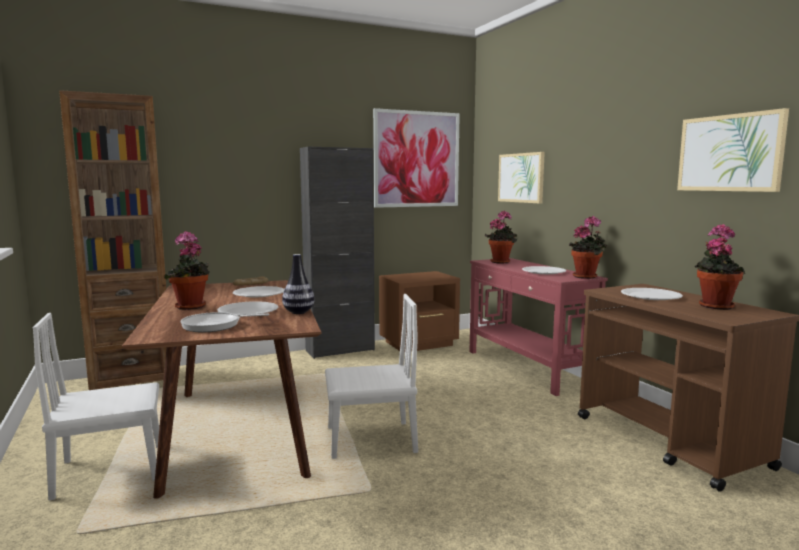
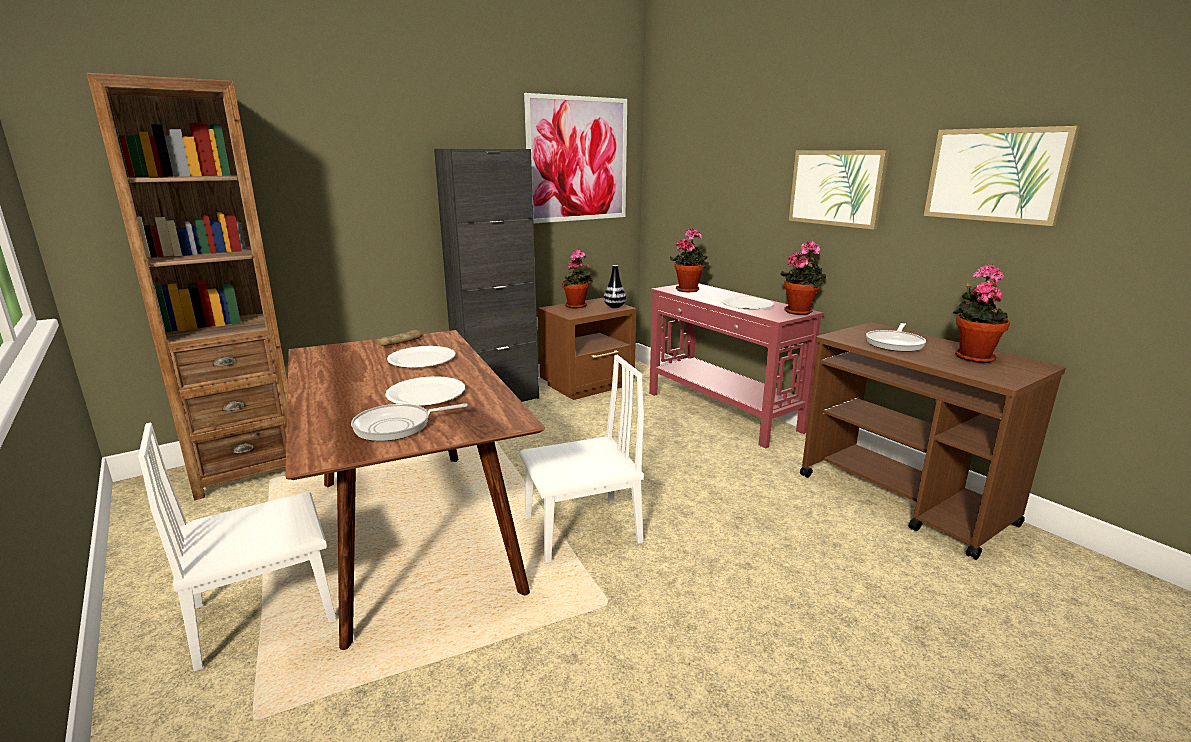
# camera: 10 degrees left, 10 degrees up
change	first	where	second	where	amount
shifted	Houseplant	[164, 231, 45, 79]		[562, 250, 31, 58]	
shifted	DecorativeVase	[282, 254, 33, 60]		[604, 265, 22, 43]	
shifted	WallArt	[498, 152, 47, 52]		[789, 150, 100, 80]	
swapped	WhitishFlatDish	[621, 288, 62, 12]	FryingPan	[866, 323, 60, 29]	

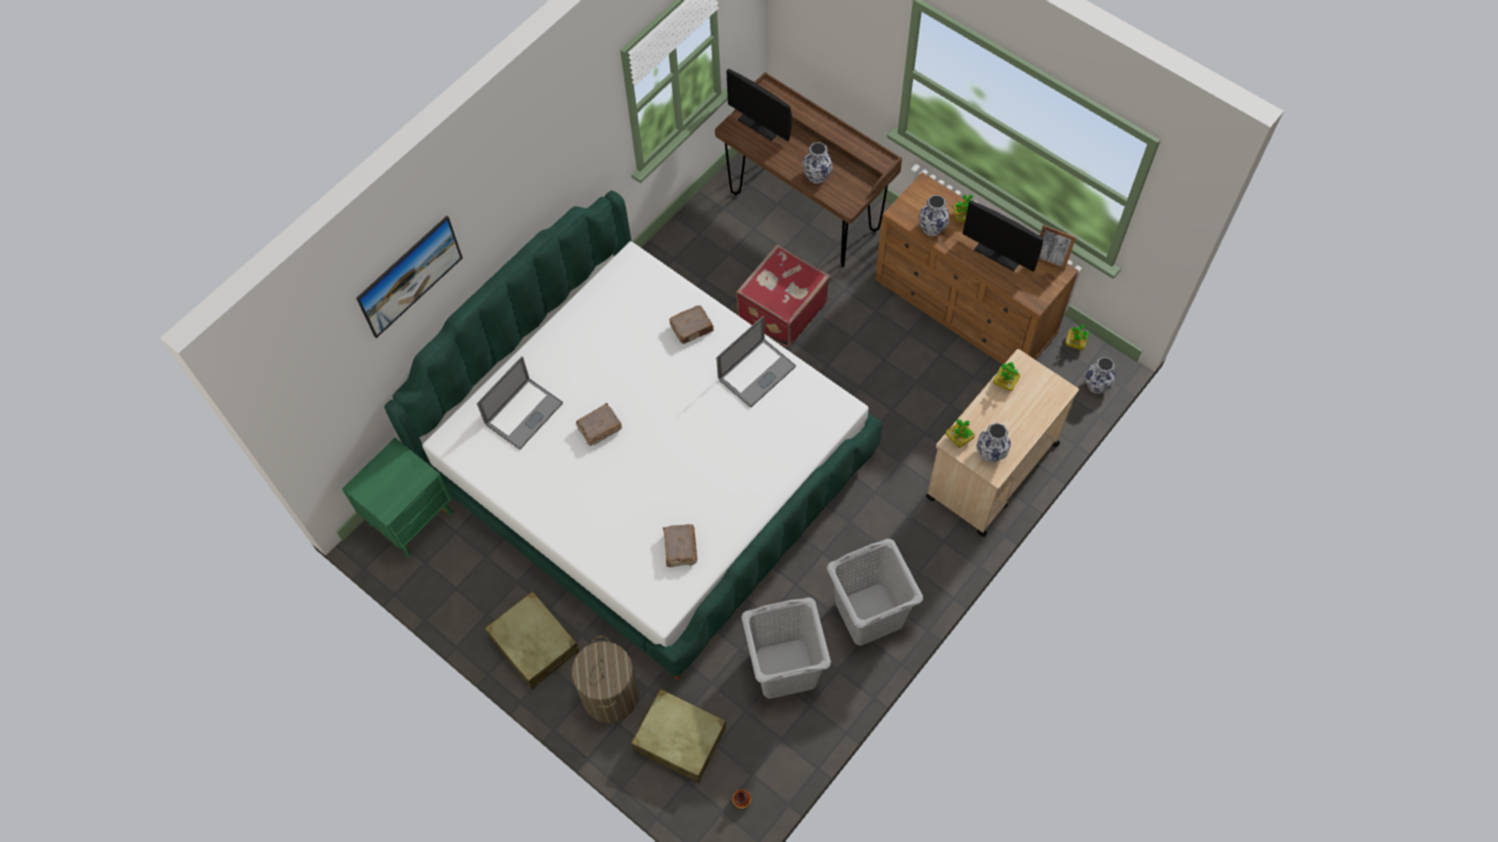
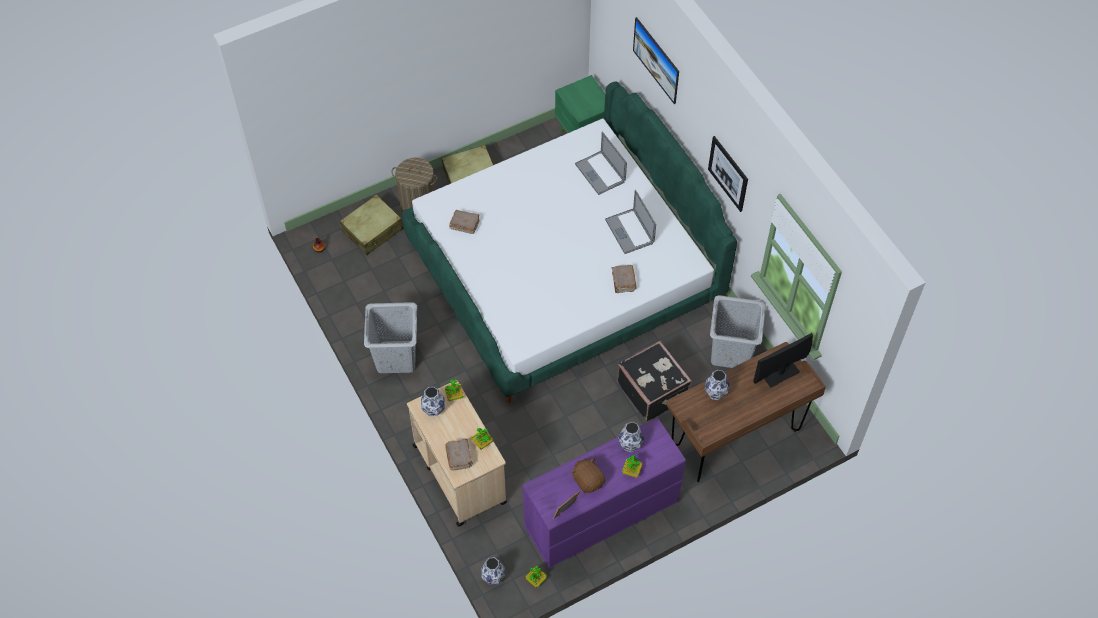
# camera: 110 degrees right, 5 degrees down
change	first	where	second	where	amount
new			WallArt	[708, 136, 40, 76]	
shifted	BrownVolume	[576, 403, 46, 43]		[445, 439, 28, 32]	
shifted	PortableComputer	[716, 316, 80, 92]		[605, 190, 51, 64]	
shifted	GreyishWashingBasket	[742, 597, 89, 102]		[710, 295, 56, 73]	
swapped	Monitor	[963, 200, 80, 72]	BrownCuddlyToy	[571, 458, 34, 35]	
repainted	RedColouredPieceOfLuggage	[736, 244, 94, 104]	BlackColouredPieceOfLuggage	[617, 341, 75, 81]	
repainted	BrownChestOfDrawers	[875, 173, 204, 191]	PurplishChestOfDrawers	[523, 417, 163, 151]	

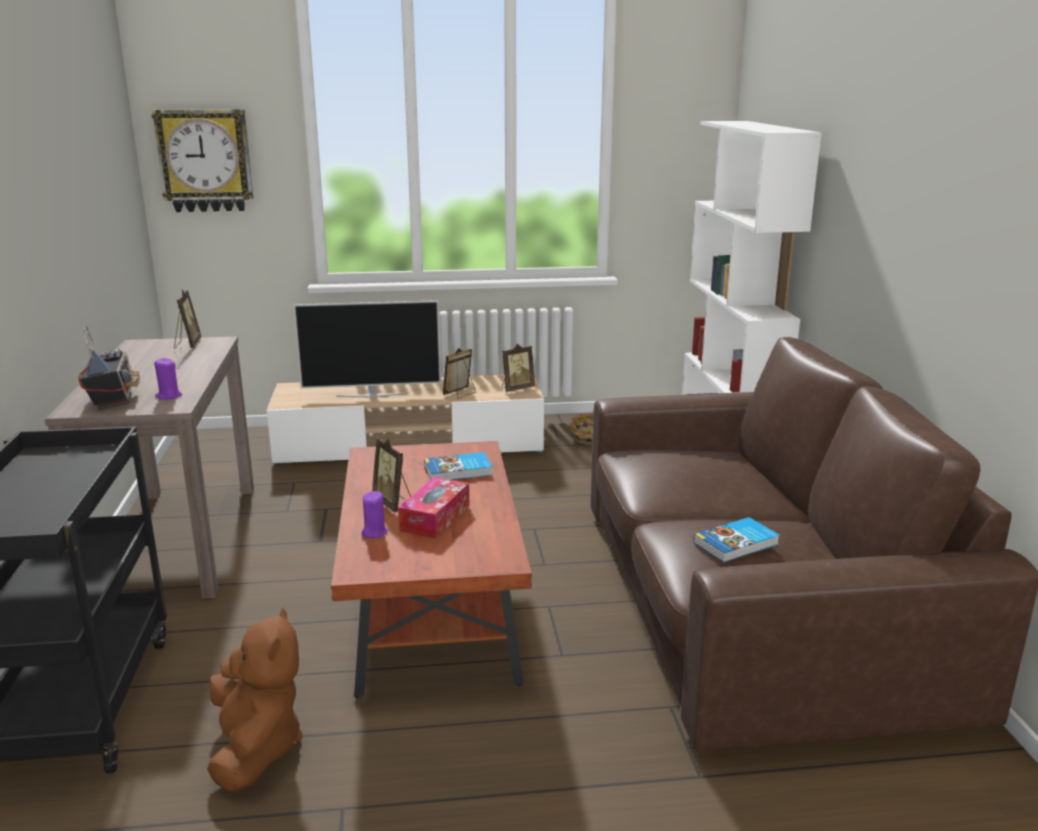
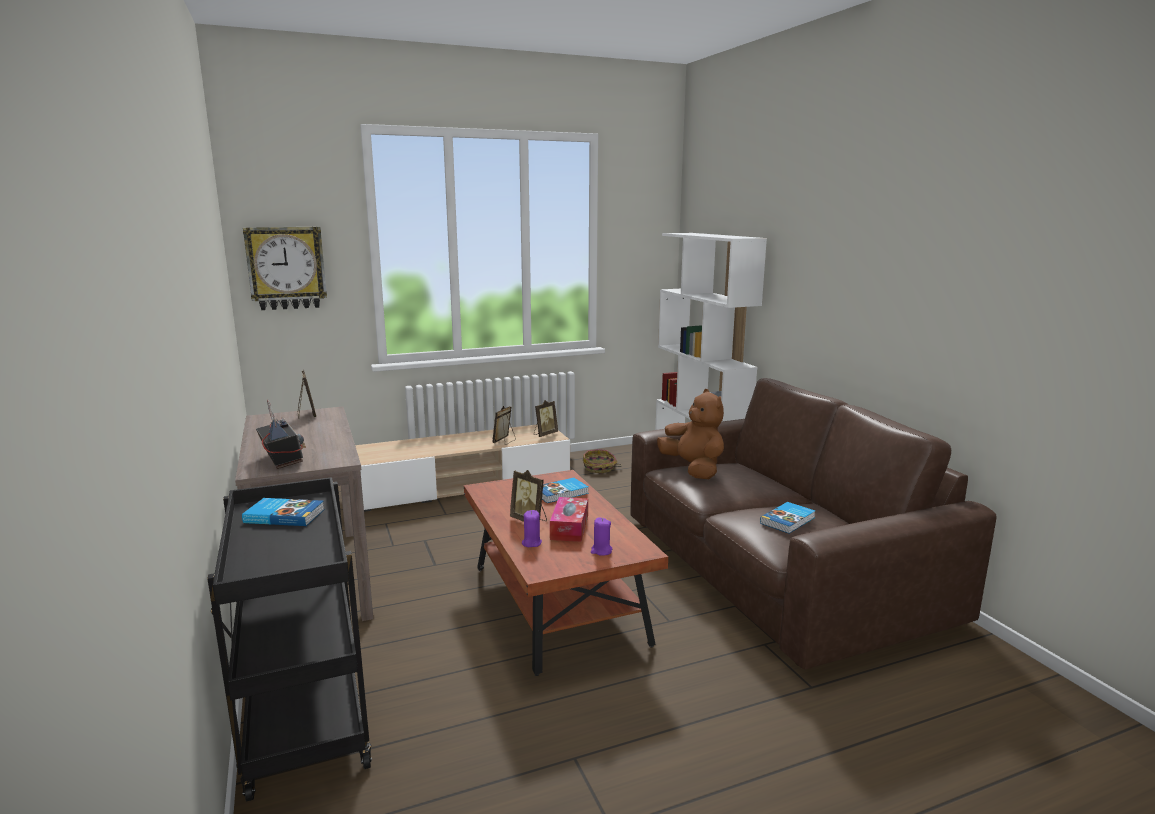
# camera: 15 degrees left, 5 degrees down
change	first	where	second	where	amount
gone	Television	[293, 300, 148, 97]			
new			Volume	[242, 498, 82, 28]	
shifted	PurplishWaxLight	[154, 358, 28, 42]		[591, 517, 21, 39]	
shifted	BrownCuddlyToy	[207, 607, 96, 185]		[657, 389, 67, 90]	

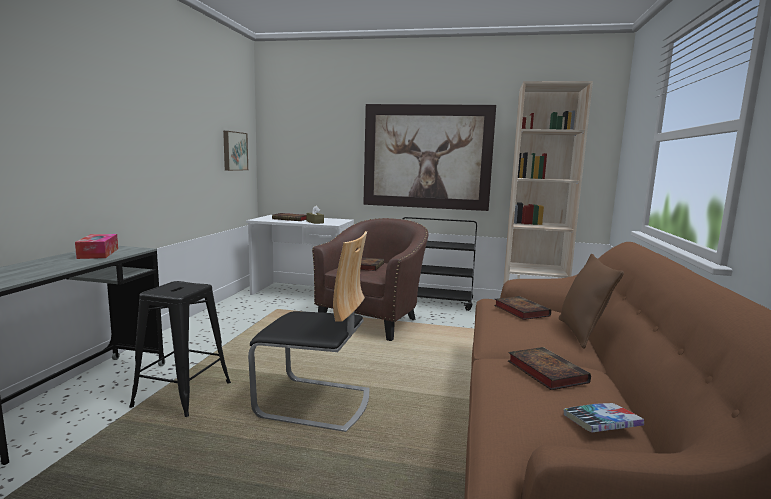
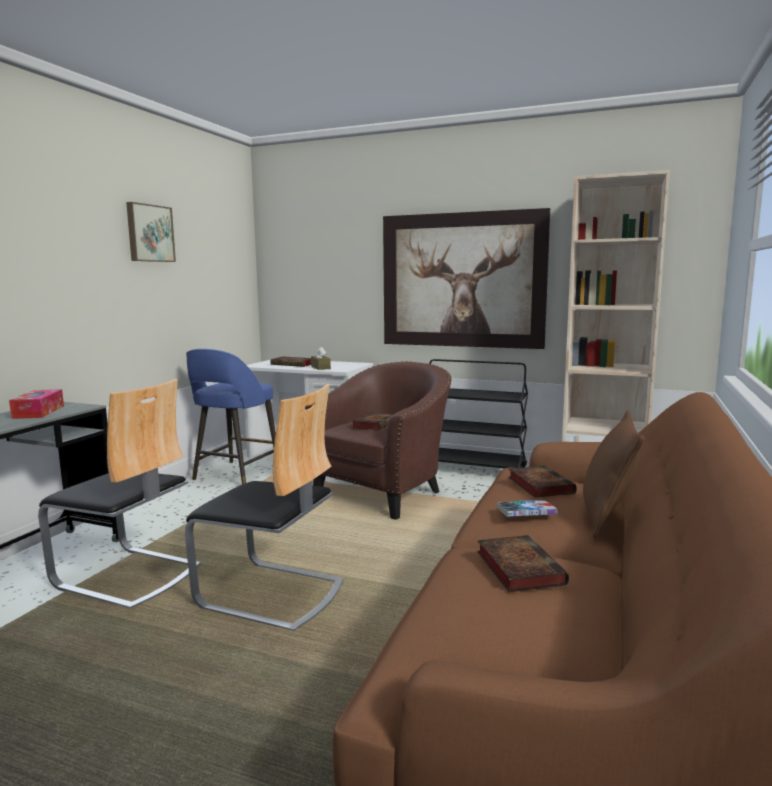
# camera: 10 degrees right, 0 degrees up
change	first	where	second	where	amount
new			BlueColouredStool	[186, 349, 90, 135]	
shifted	WallArt	[223, 131, 25, 40]		[126, 202, 50, 60]	
shifted	Volume	[564, 403, 80, 29]		[497, 500, 60, 17]	
swapped	BlackColouredStool	[129, 281, 102, 136]	Chair	[38, 379, 163, 229]	

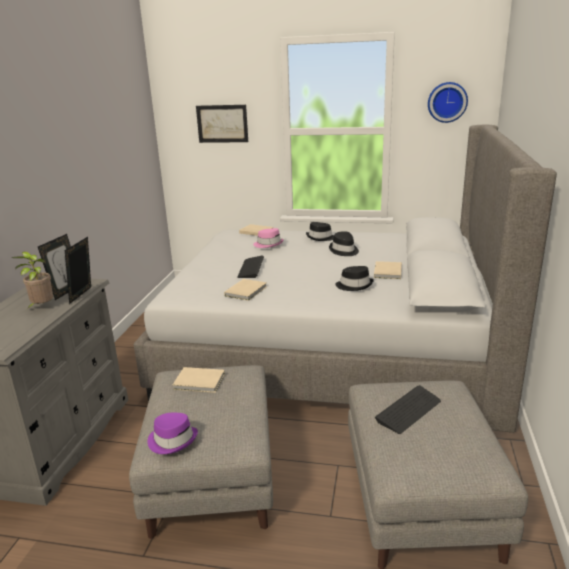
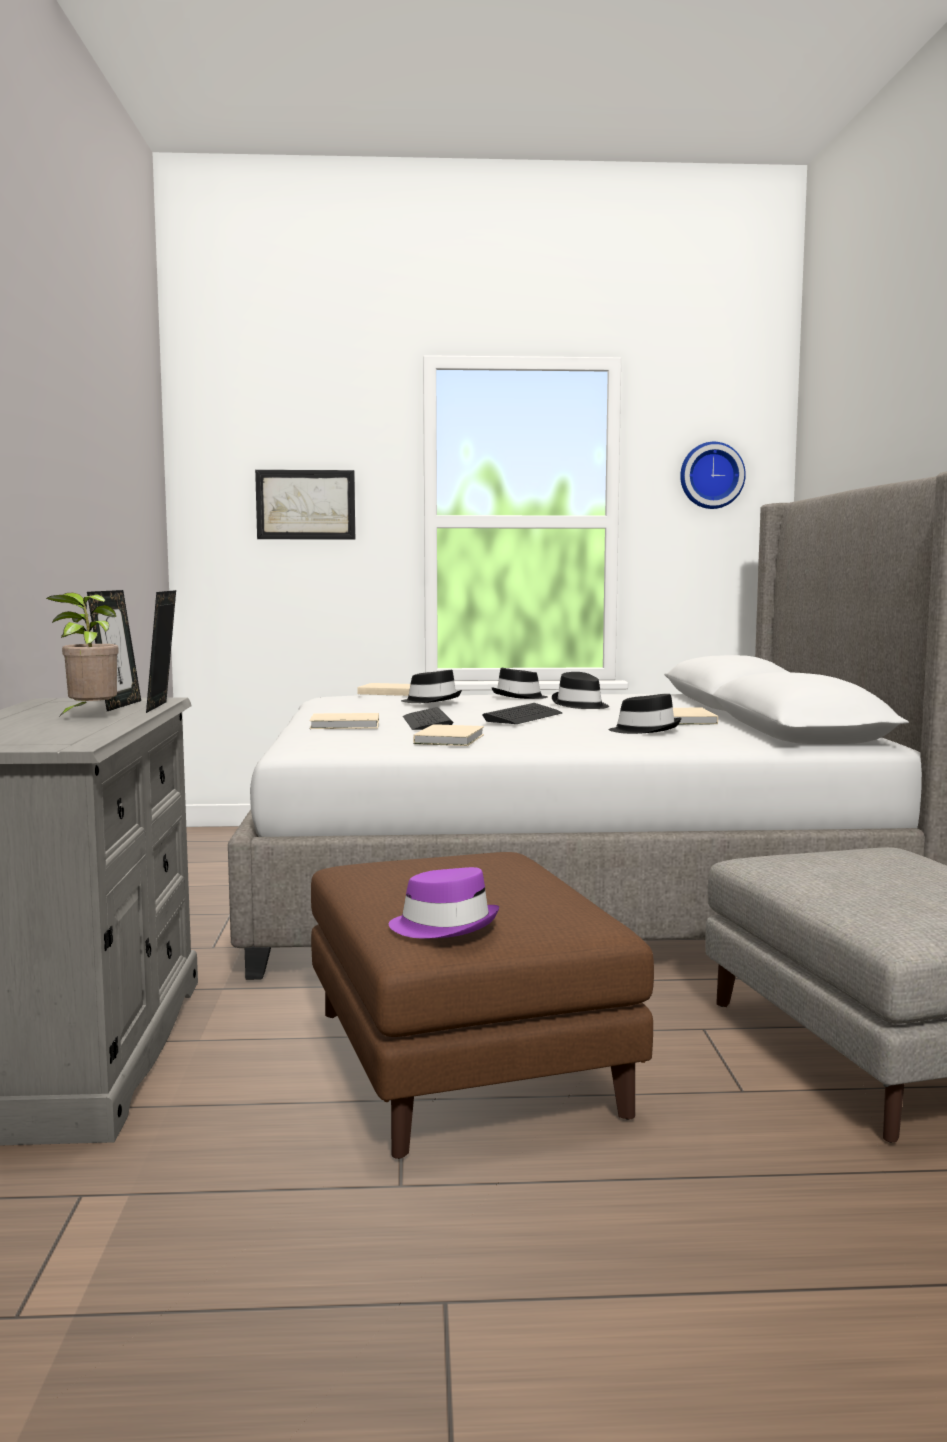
# camera: 15 degrees left, 15 degrees down
change	first	where	second	where	amount
shifted	BeigeVolume	[173, 367, 52, 26]		[310, 713, 69, 16]	
shifted	ComputerKeyboard	[375, 385, 66, 49]		[482, 703, 80, 21]	
repainted	GreyishPouffe	[129, 365, 144, 174]	BrownPouffe	[311, 852, 343, 307]	
repainted	PinkishHat	[253, 228, 31, 20]	BlackColouredHat	[401, 670, 61, 33]	

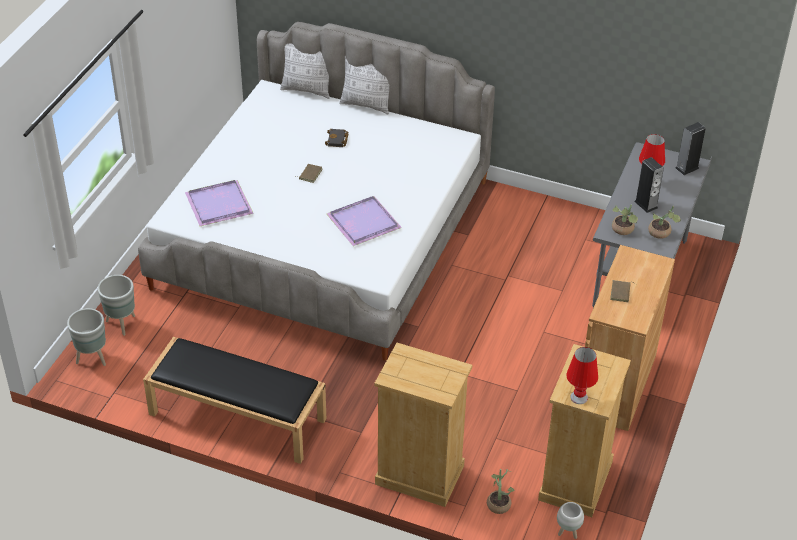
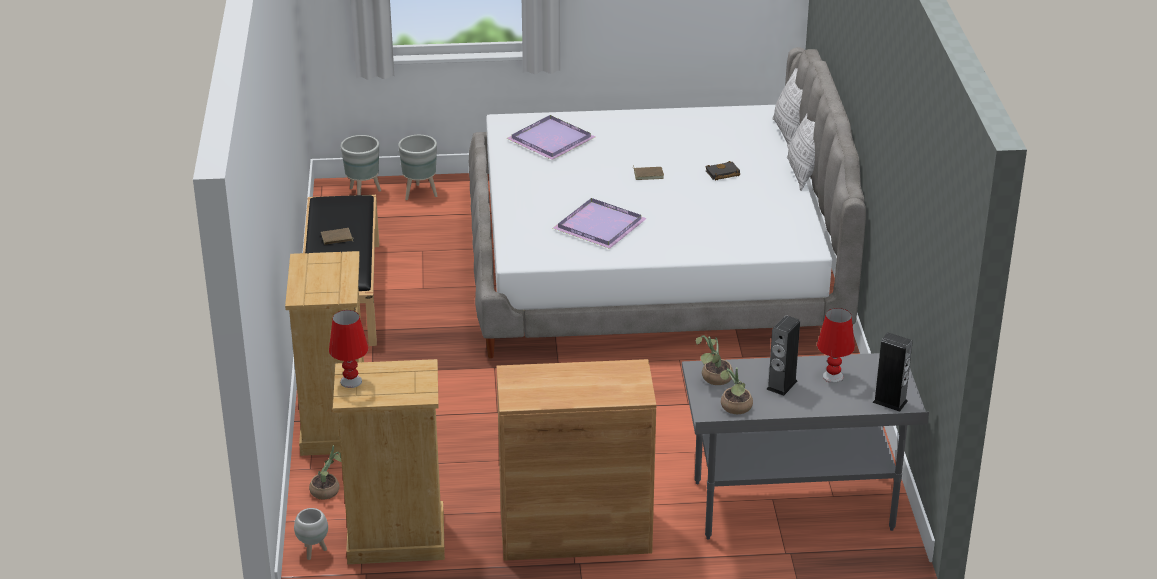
# camera: 65 degrees right, 10 degrees down
change	first	where	second	where	amount
shifted	BrownVolume	[610, 280, 26, 22]		[321, 228, 32, 17]	

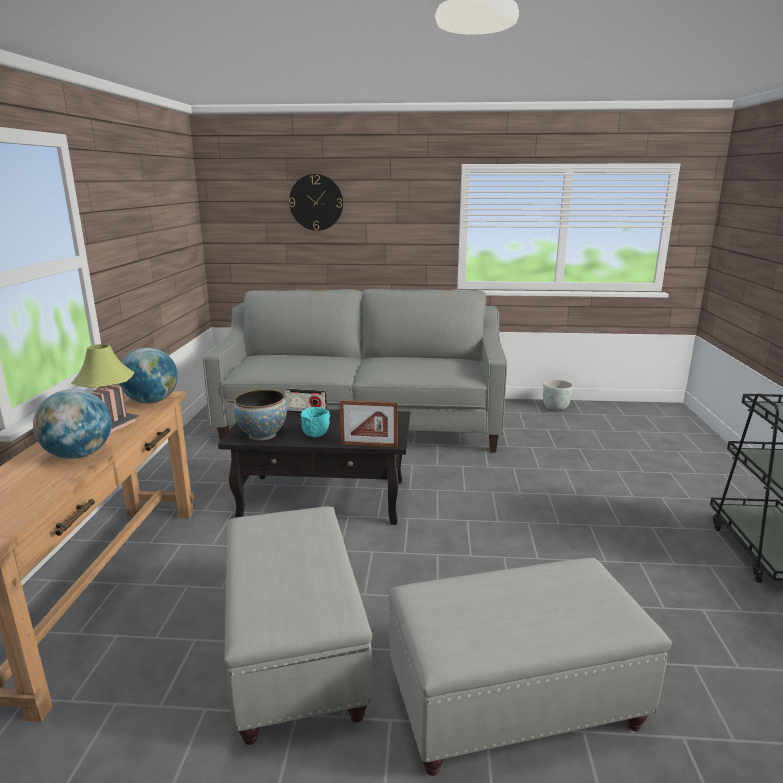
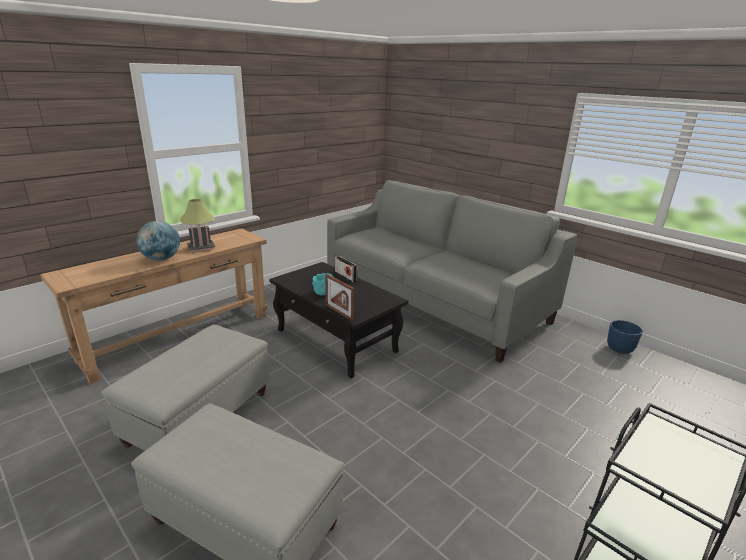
# camera: 40 degrees right, 5 degrees up
change	first	where	second	where	amount
gone	DeskGlobe	[119, 348, 59, 56]			
gone	Bowl	[234, 390, 53, 50]			
gone	HangingClock	[289, 174, 54, 57]			
repainted	GreyishPlantPot	[543, 380, 30, 31]	BlueColouredPlantPot	[607, 320, 36, 34]	

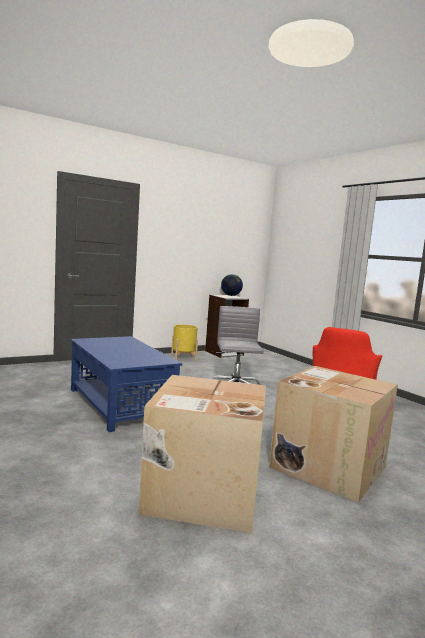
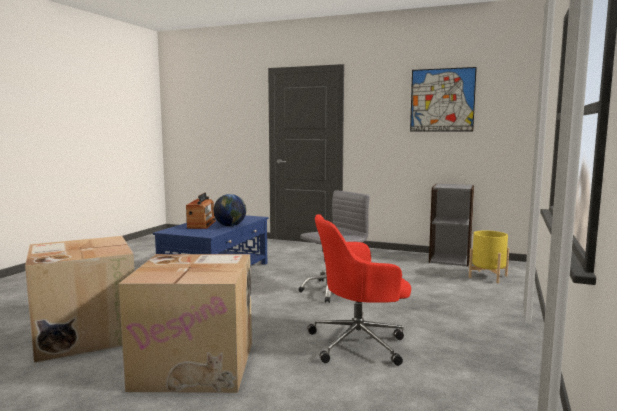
# camera: 55 degrees right, 0 degrees up
change	first	where	second	where	amount
new			RadioSet	[186, 192, 30, 37]	
new			WallArt	[410, 67, 67, 65]	
shifted	YellowishPlantPot	[171, 324, 27, 37]		[469, 231, 40, 52]	
shifted	DeskGlobe	[221, 274, 22, 22]		[213, 194, 33, 32]	

